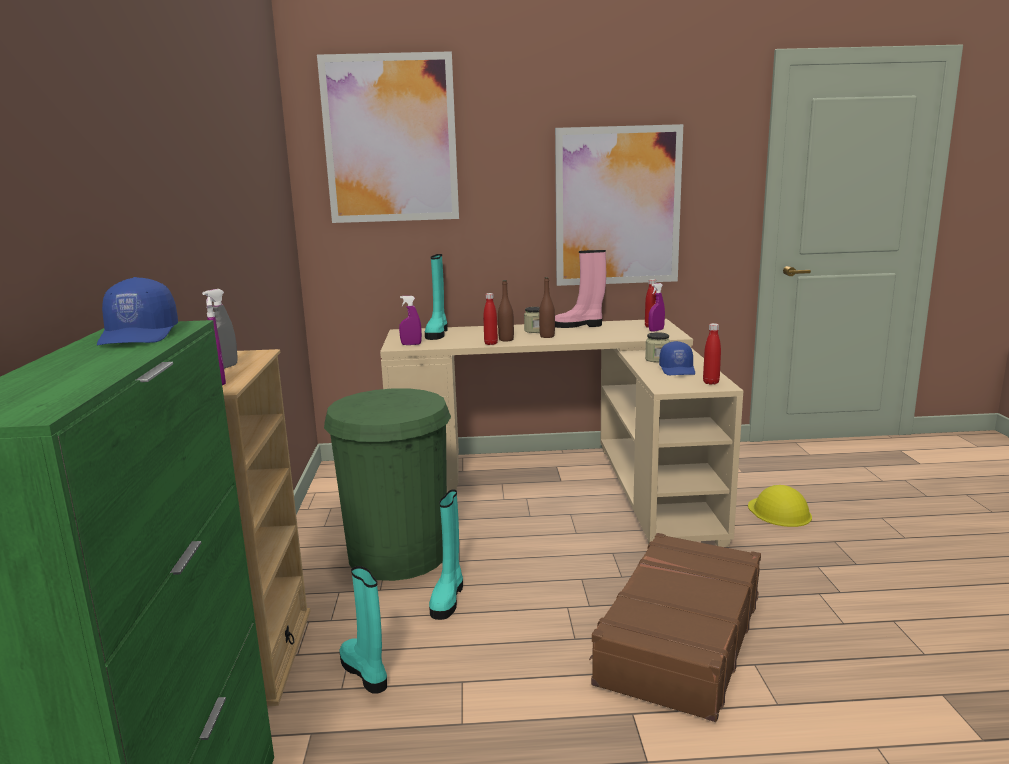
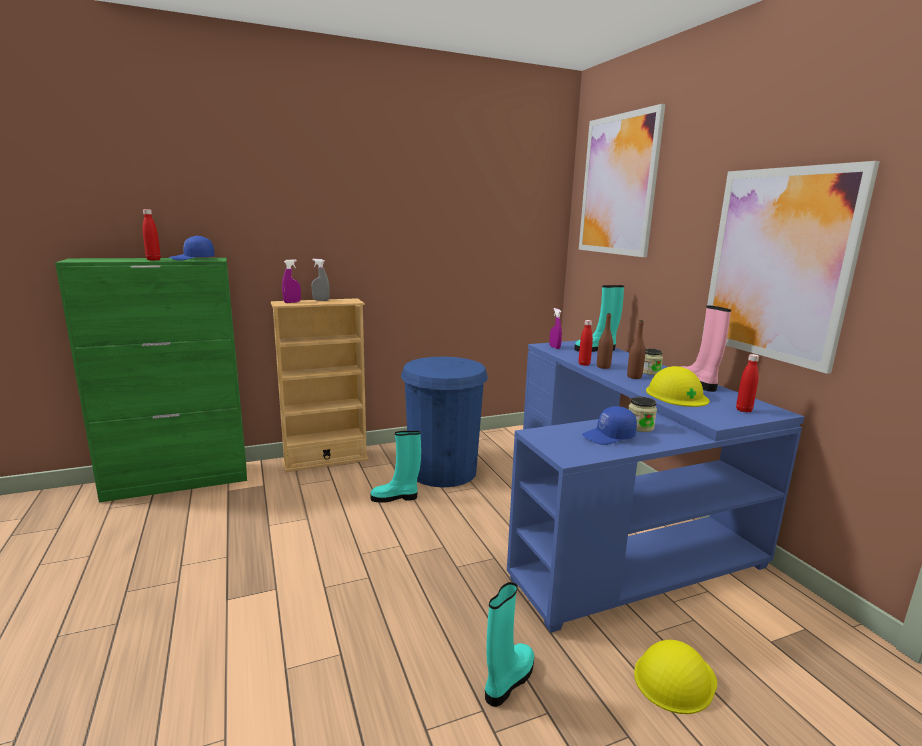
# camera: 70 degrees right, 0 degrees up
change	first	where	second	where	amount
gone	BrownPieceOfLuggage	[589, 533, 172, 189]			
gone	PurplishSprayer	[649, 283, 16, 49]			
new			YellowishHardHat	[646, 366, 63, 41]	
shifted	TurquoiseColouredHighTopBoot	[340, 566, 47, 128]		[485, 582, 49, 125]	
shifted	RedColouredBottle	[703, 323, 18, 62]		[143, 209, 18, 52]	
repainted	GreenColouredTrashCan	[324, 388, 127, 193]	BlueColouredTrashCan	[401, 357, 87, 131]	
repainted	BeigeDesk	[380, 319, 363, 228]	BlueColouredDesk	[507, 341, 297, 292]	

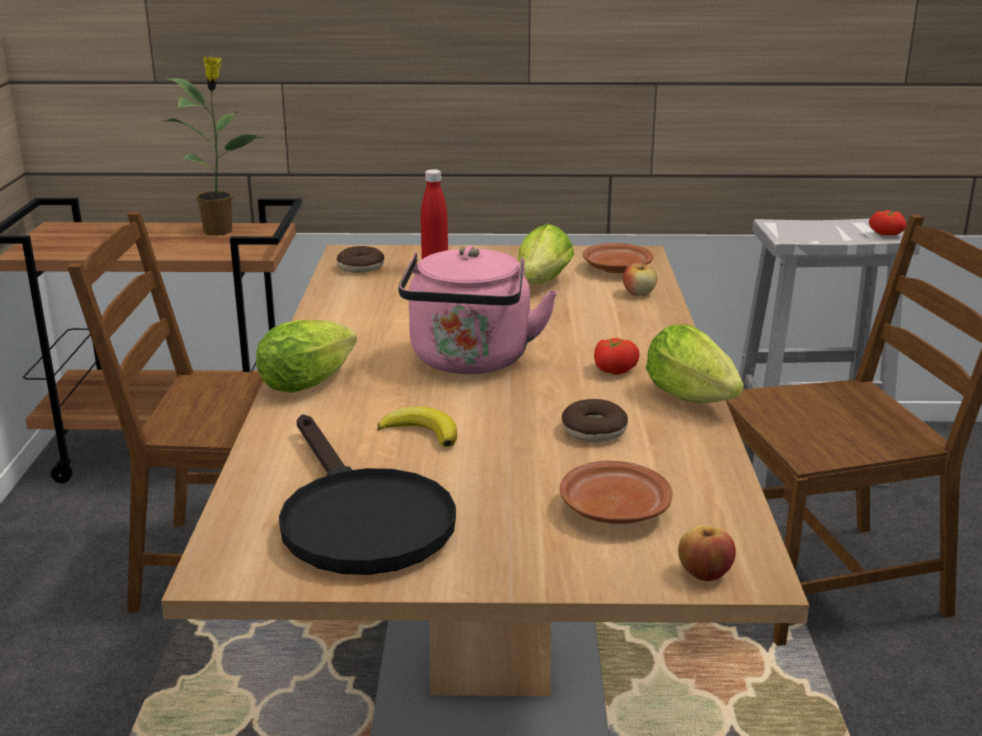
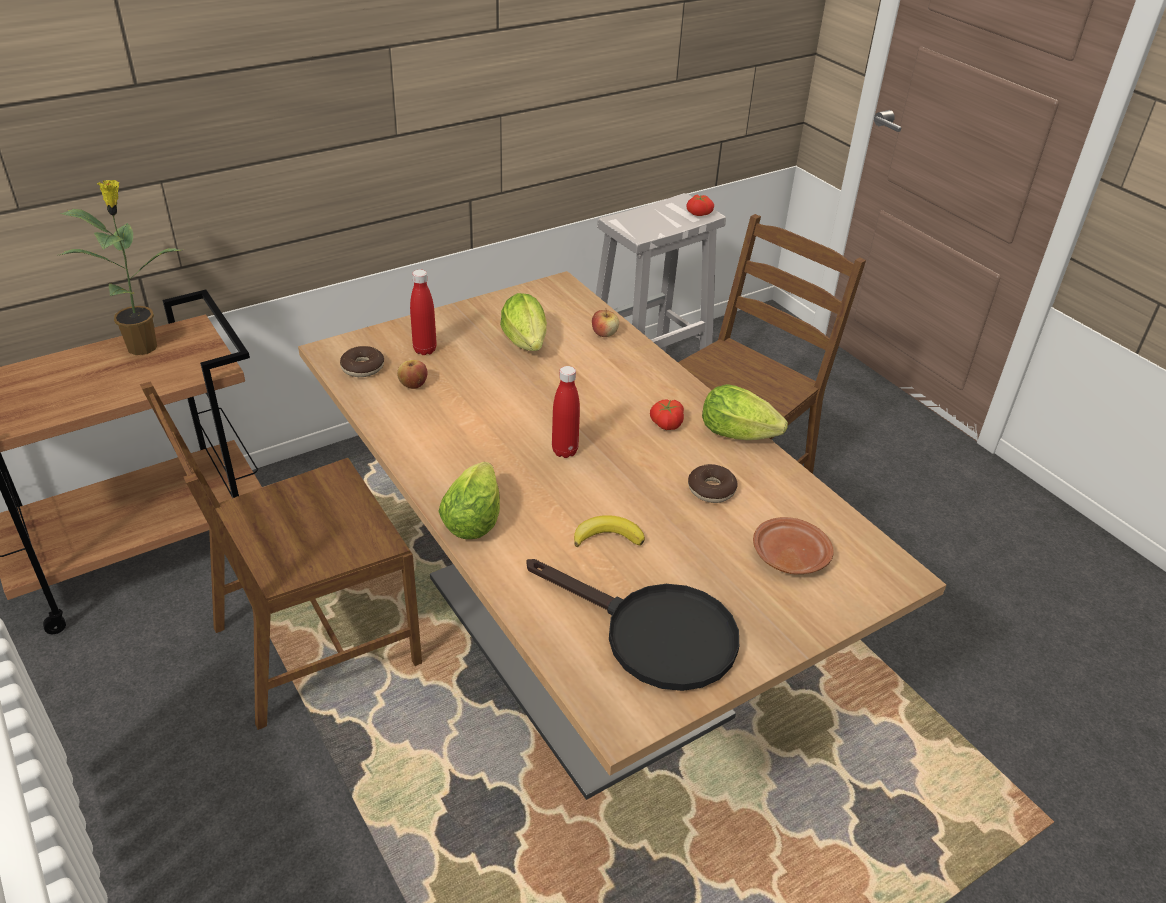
# camera: 35 degrees left, 15 degrees up
change	first	where	second	where	amount
gone	BrownFlatDish	[583, 243, 70, 30]			
shifted	Apple	[678, 526, 58, 55]		[397, 360, 31, 29]	
swapped	PinkishKettle	[398, 246, 160, 128]	RedColouredBottle	[552, 366, 28, 92]	

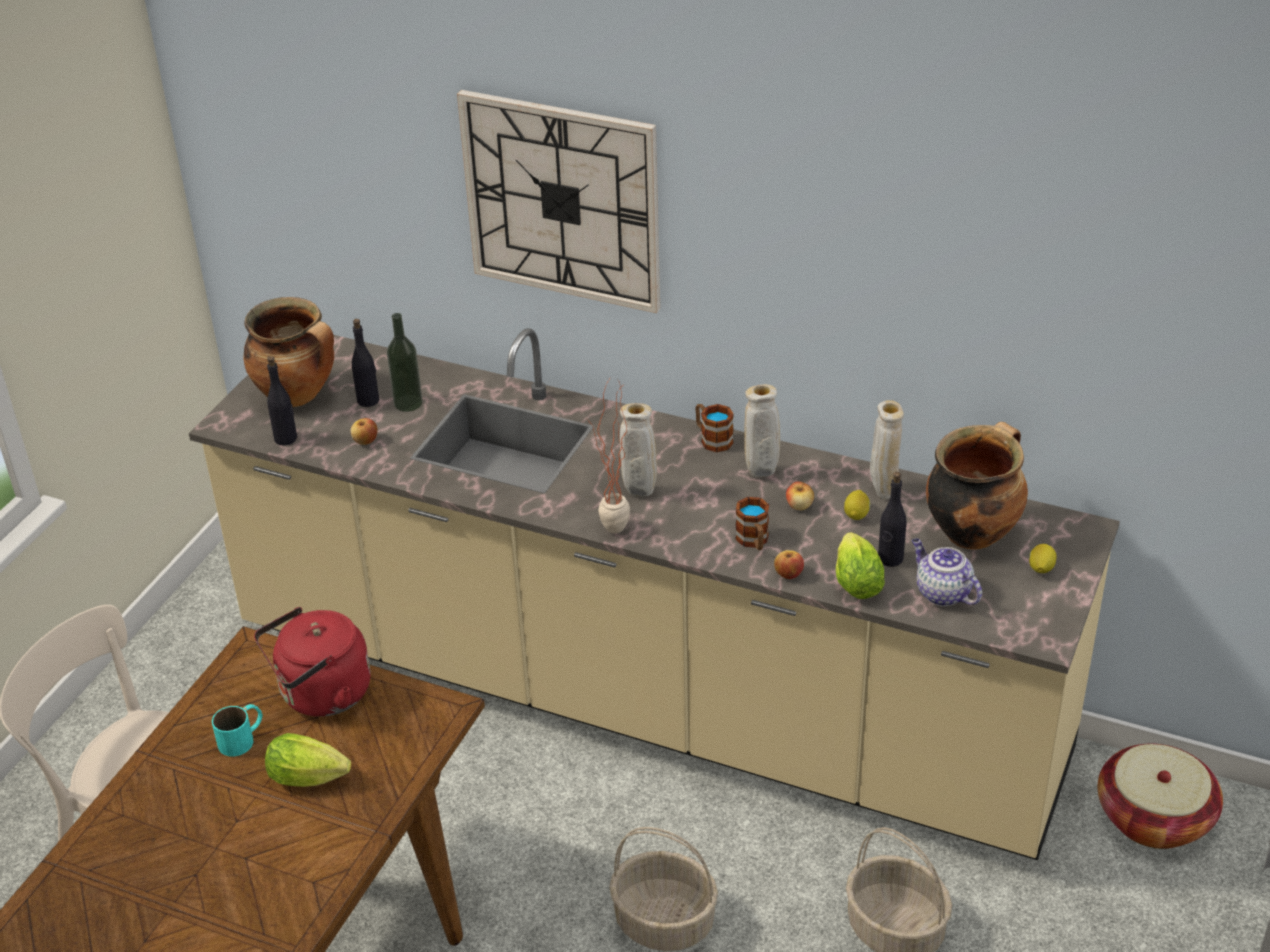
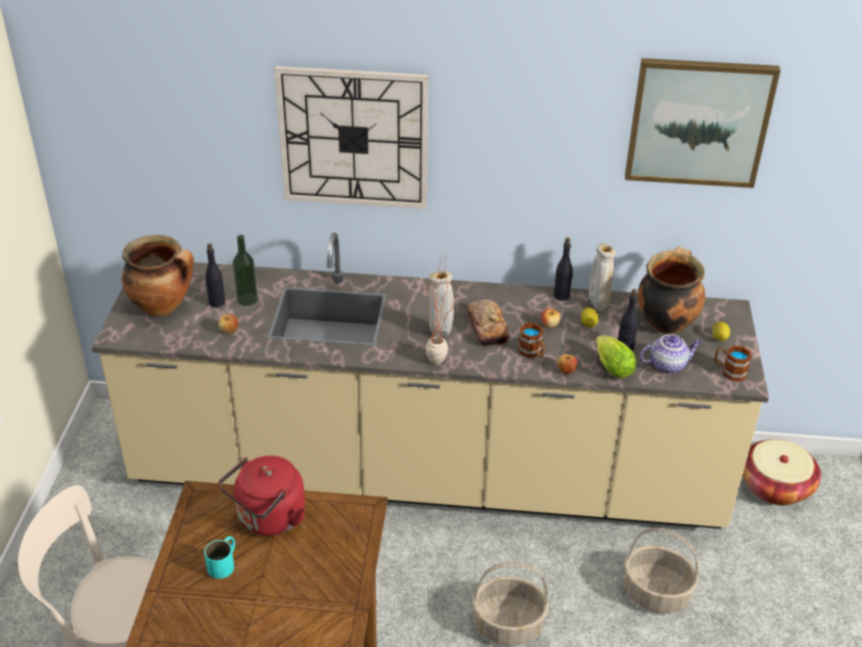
# camera: 20 degrees left, 0 degrees up
change	first	where	second	where	amount
gone	LettuceHead	[265, 733, 86, 54]			
gone	BeigeDecorativeVase	[744, 384, 36, 93]			
new			BakedBread	[466, 299, 44, 48]	
new			WallArt	[625, 58, 156, 130]	
shifted	BlackColouredBottle	[267, 356, 30, 89]		[554, 238, 19, 63]	
shifted	Mug	[695, 404, 39, 48]		[715, 345, 37, 37]	
rotated	TeaPot	[912, 538, 70, 68]		[640, 334, 62, 40]	135 degrees clockwise

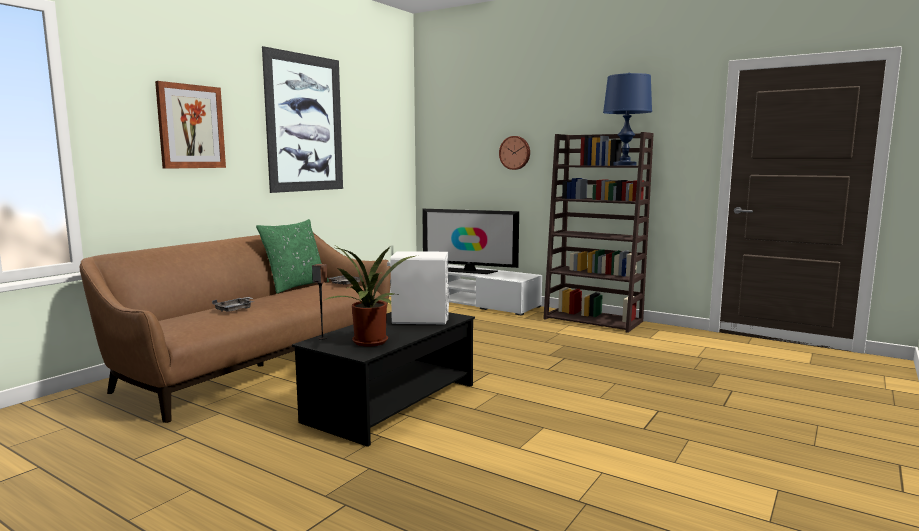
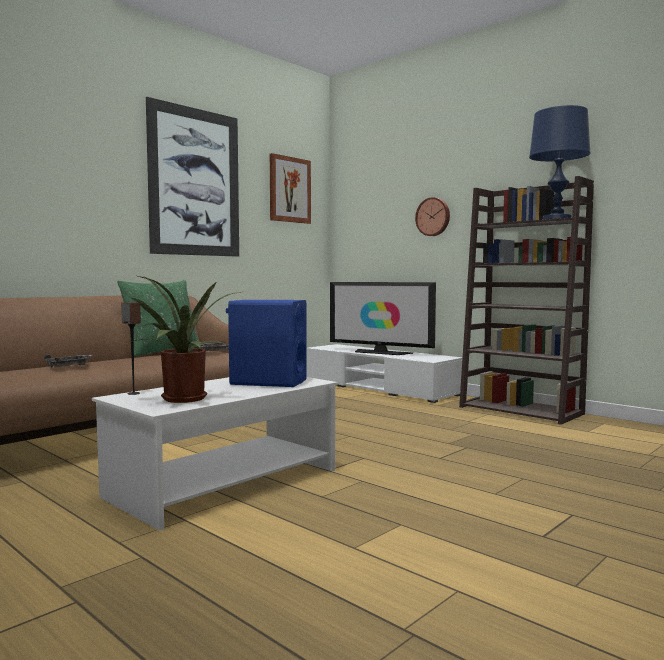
# camera: 10 degrees right, 5 degrees down
change	first	where	second	where	amount
shifted	WallArt	[155, 81, 71, 88]		[270, 153, 41, 71]	
repainted	BlackColouredLowTable	[292, 312, 183, 135]	WhitishLowTable	[92, 377, 246, 154]	
repainted	WhitishSpeaker	[387, 251, 62, 73]	BlueColouredSpeaker	[226, 300, 81, 87]	

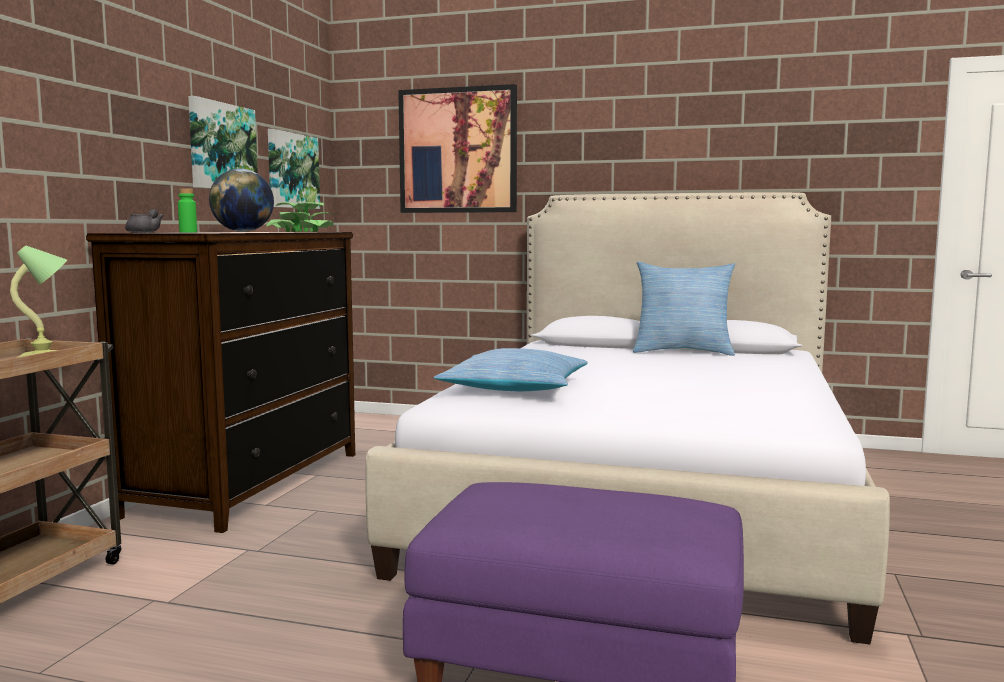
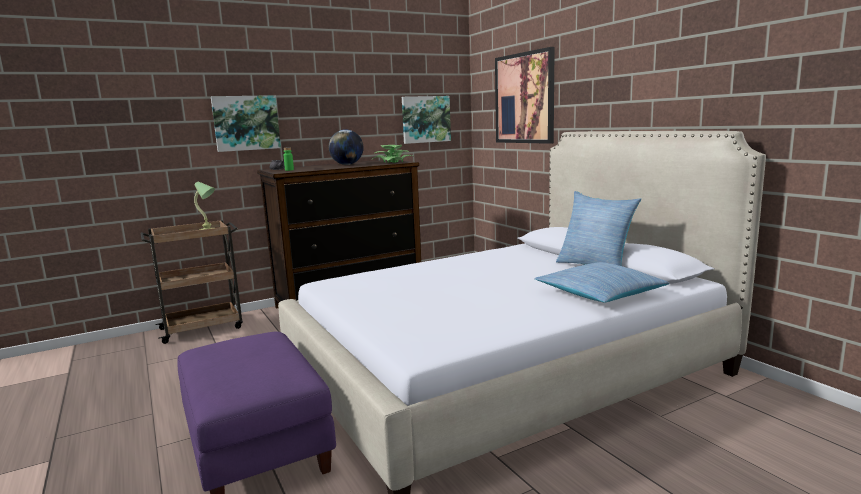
# camera: 45 degrees right, 5 degrees up
change	first	where	second	where	amount
shifted	WallArt	[188, 96, 70, 93]		[211, 95, 70, 57]	
shifted	Pillow	[433, 348, 155, 43]		[534, 262, 135, 41]	

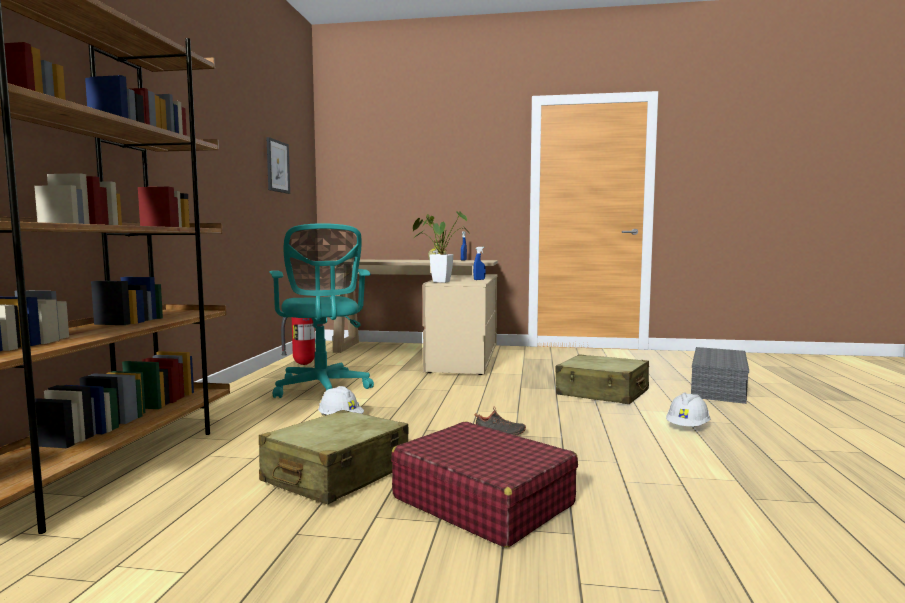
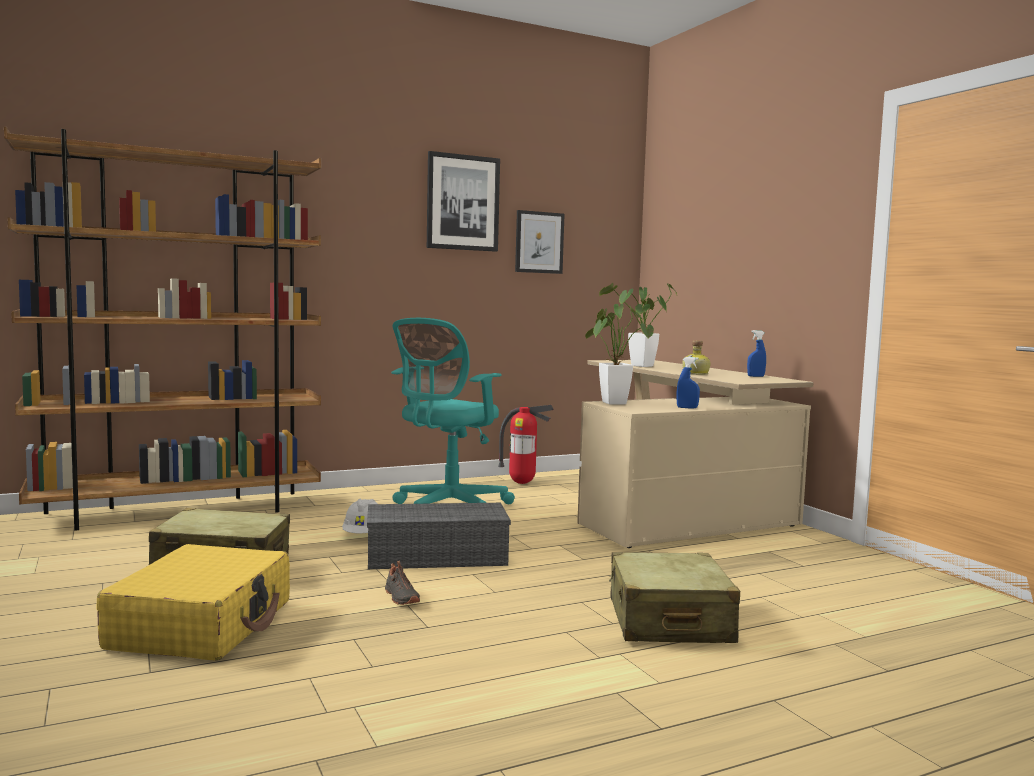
# camera: 55 degrees right, 0 degrees up
change	first	where	second	where	amount
gone	WhitishHardHat	[666, 393, 45, 34]			
new			WallArt	[427, 151, 73, 101]	
new			Houseplant	[599, 283, 78, 84]	
shifted	GreyishStorageBox	[691, 347, 58, 57]		[367, 503, 144, 66]	
repainted	RedColouredPieceOfLuggage	[391, 422, 187, 126]	YellowishPieceOfLuggage	[96, 544, 194, 117]	

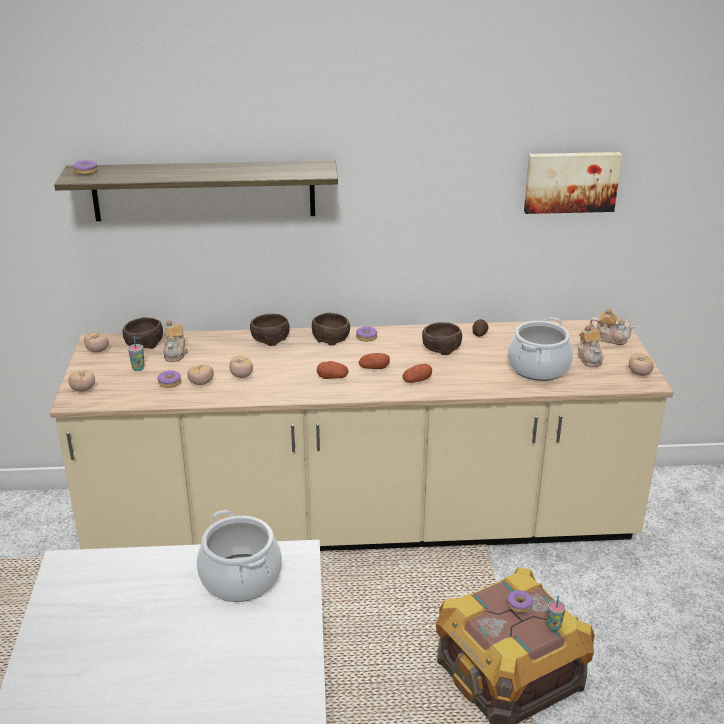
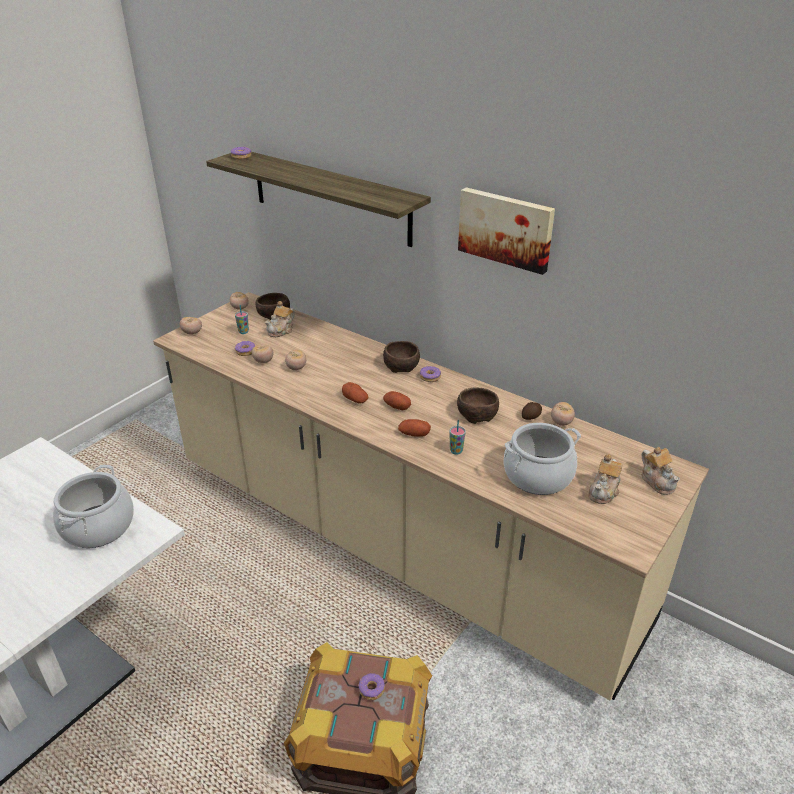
# camera: 40 degrees right, 5 degrees up
change	first	where	second	where	amount
gone	BrownBowl	[250, 314, 40, 32]			
shifted	WallArt	[524, 152, 98, 62]		[458, 187, 97, 88]	
shifted	Cup	[547, 596, 18, 35]		[449, 420, 17, 35]	
shifted	FreshTomato	[629, 353, 25, 23]		[551, 402, 24, 24]	

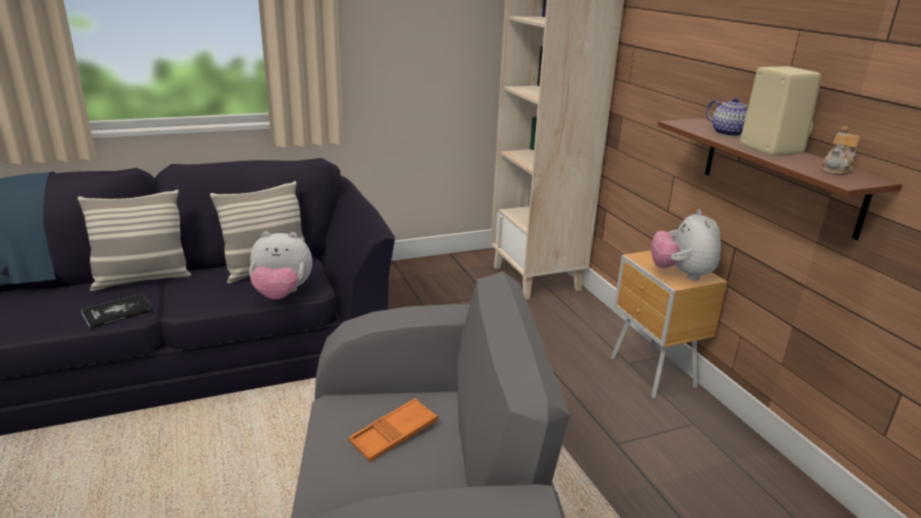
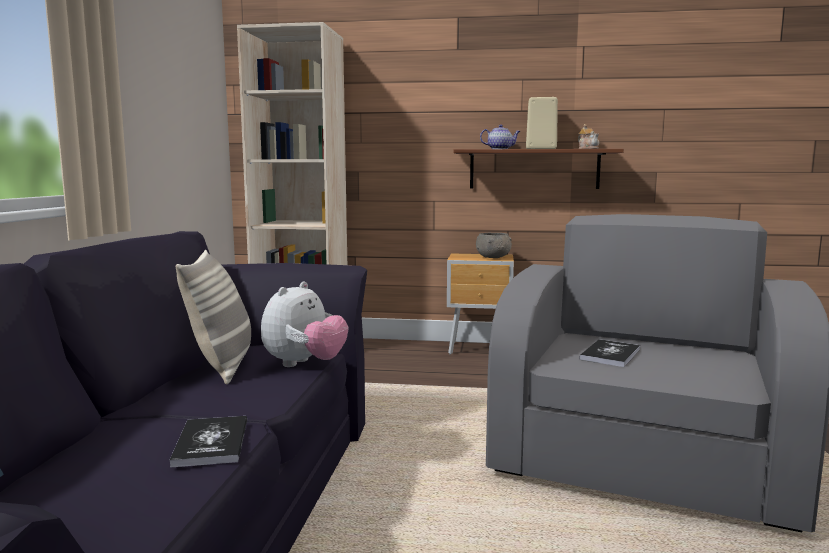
# camera: 60 degrees left, 15 degrees down
change	first	where	second	where	amount
gone	Pillow	[78, 190, 113, 101]			
swapped	OrangeTray	[349, 398, 89, 64]	Volume	[580, 339, 60, 28]	
swapped	CuddlyToy	[651, 210, 70, 71]	GreyishBowl	[476, 233, 36, 25]	

